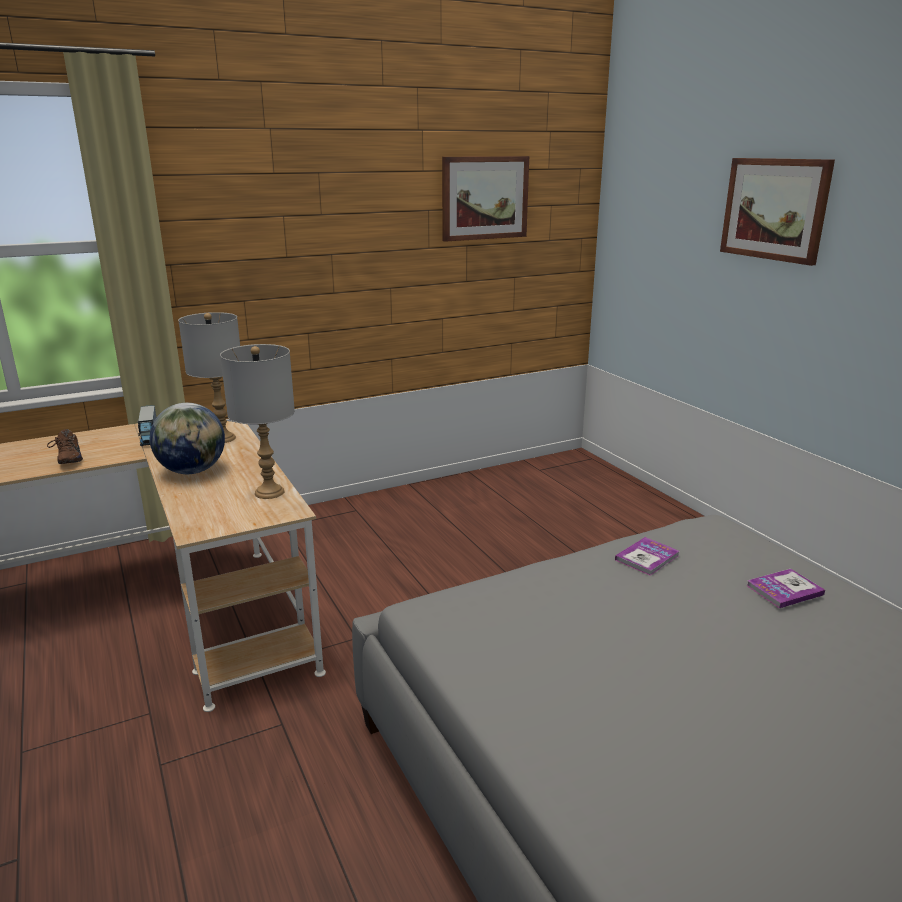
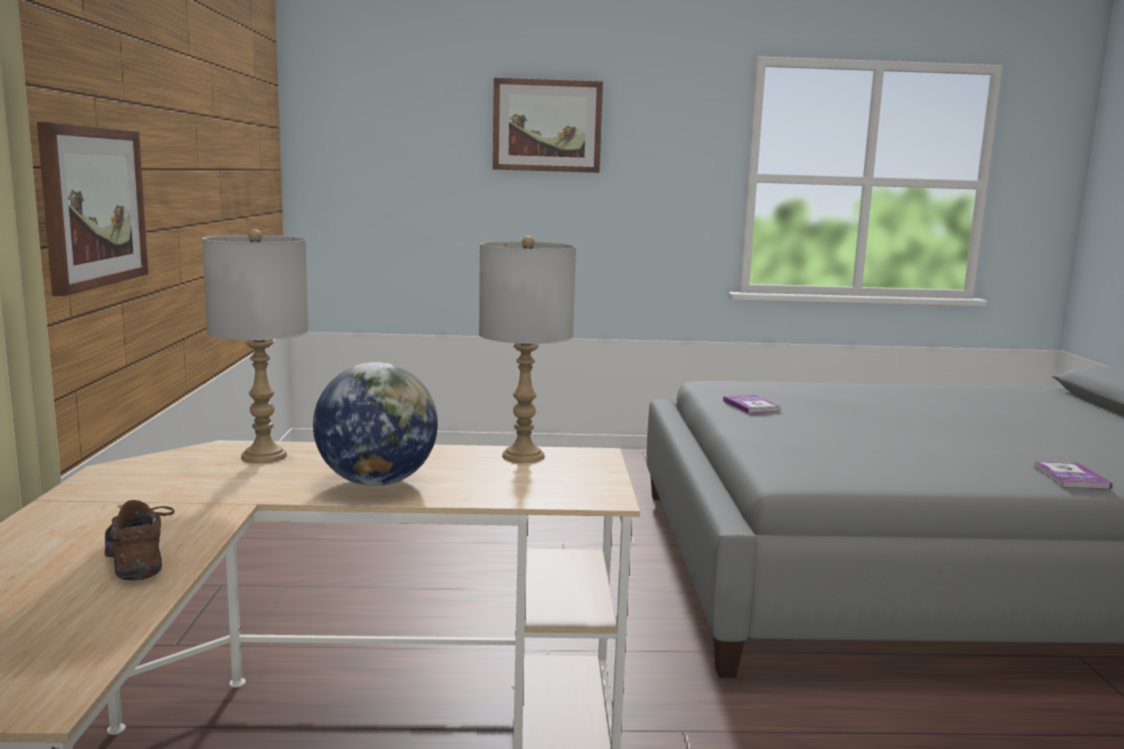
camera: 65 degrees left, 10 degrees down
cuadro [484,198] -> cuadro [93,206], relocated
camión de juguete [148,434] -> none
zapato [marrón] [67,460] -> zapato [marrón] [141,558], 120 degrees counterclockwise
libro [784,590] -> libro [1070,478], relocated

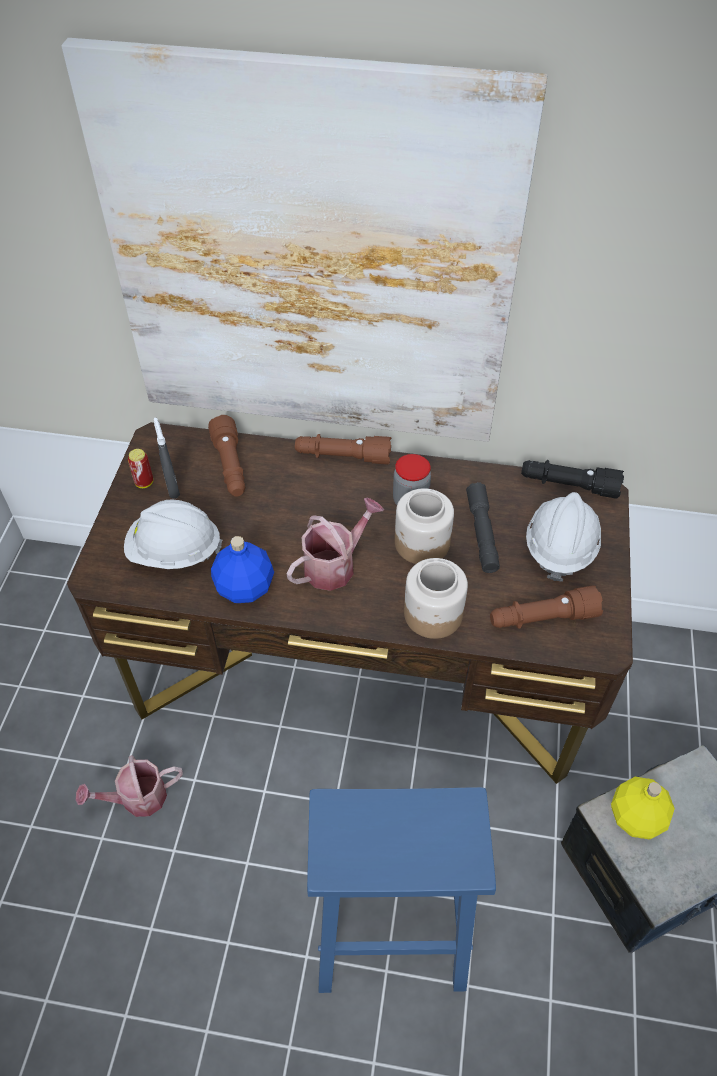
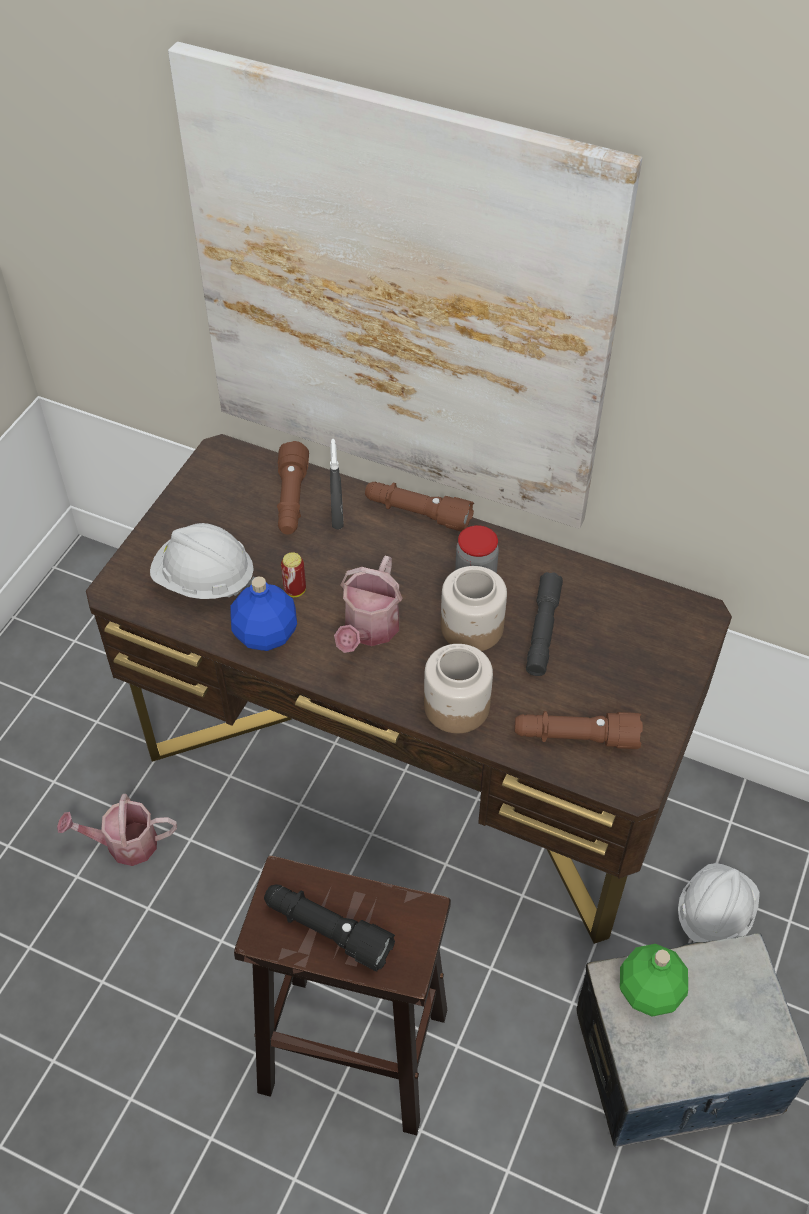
camera: 15 degrees right, 0 degrees up
pulverizador [gris] [172,488] -> pulverizador [gris] [337,517], relocated
lata [144,483] -> lata [295,590], relocated
linterna [negro] [568,485] -> linterna [negro] [327,931], relocated
casco [blanco] [560,547] -> casco [blanco] [714,914], relocated
regadera [335,565] -> regadera [369,630], 135 degrees clockwise
botella [amarillo] [636,818] -> botella [verde] [649,992]
taburete [azul] [387,931] -> taburete [marrón] [350,1051]

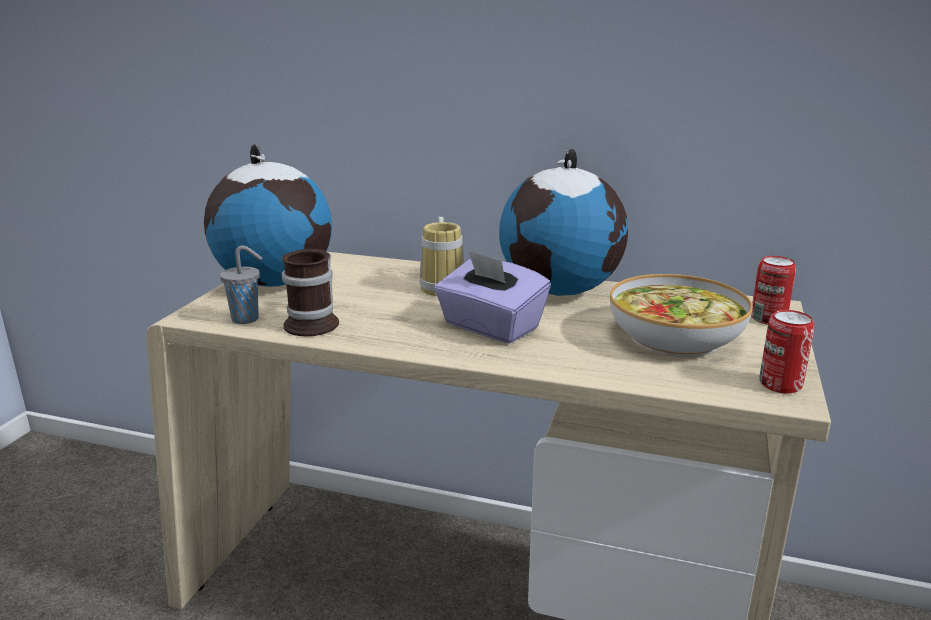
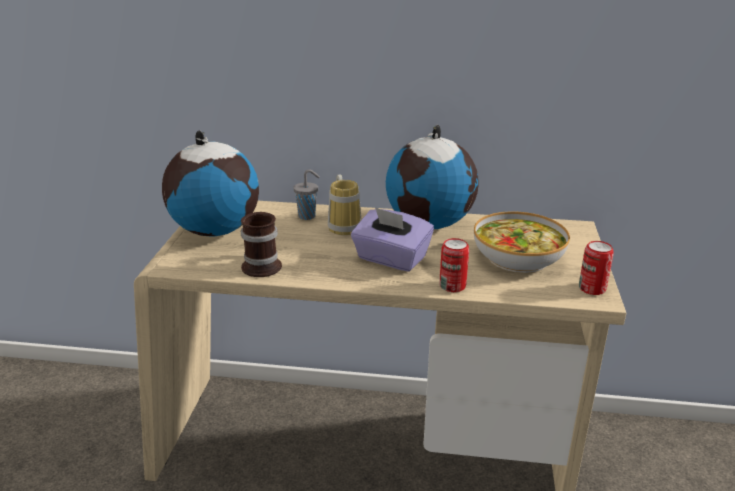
camera: 10 degrees left, 5 degrees up
taza [gris] [247,319] -> taza [gris] [308,216], relocated
lata [768,319] -> lata [452,286], relocated

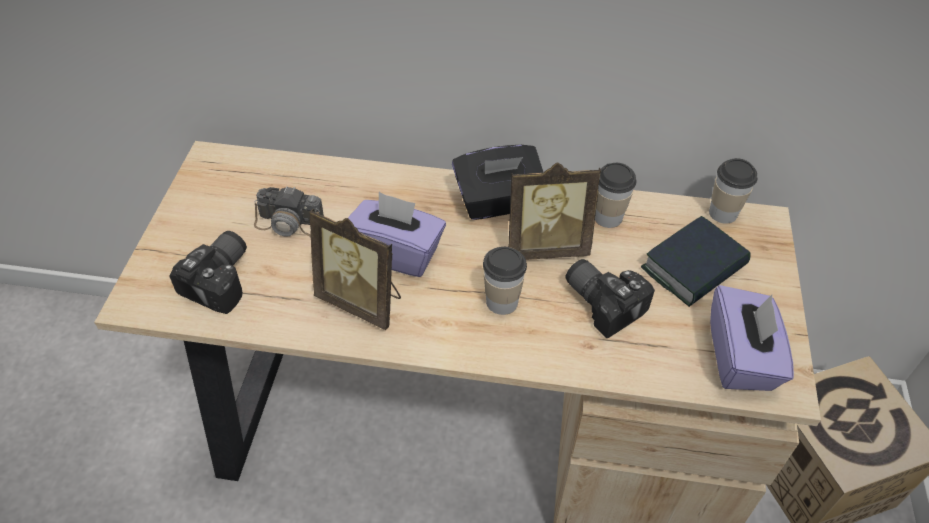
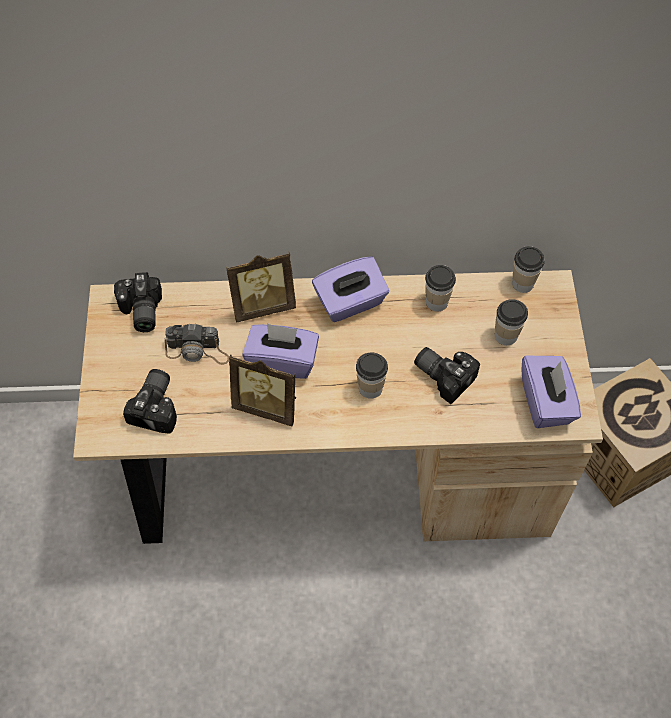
camera: 10 degrees left, 10 degrees up
caja de pañuelos [negro] [498,202] -> caja de pañuelos [morado] [350,302]
portarretratos [545,246] -> portarretratos [262,305], relocated
libro [694,268] -> taza [506,335]
none -> cámara [140,312]

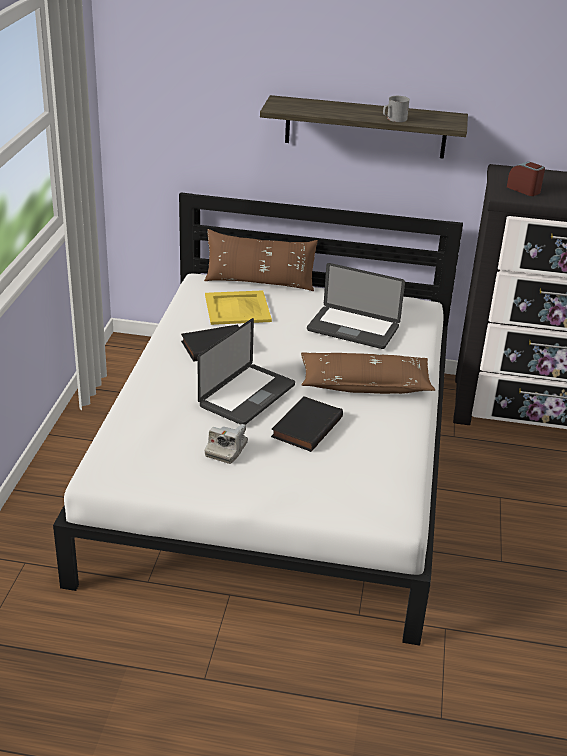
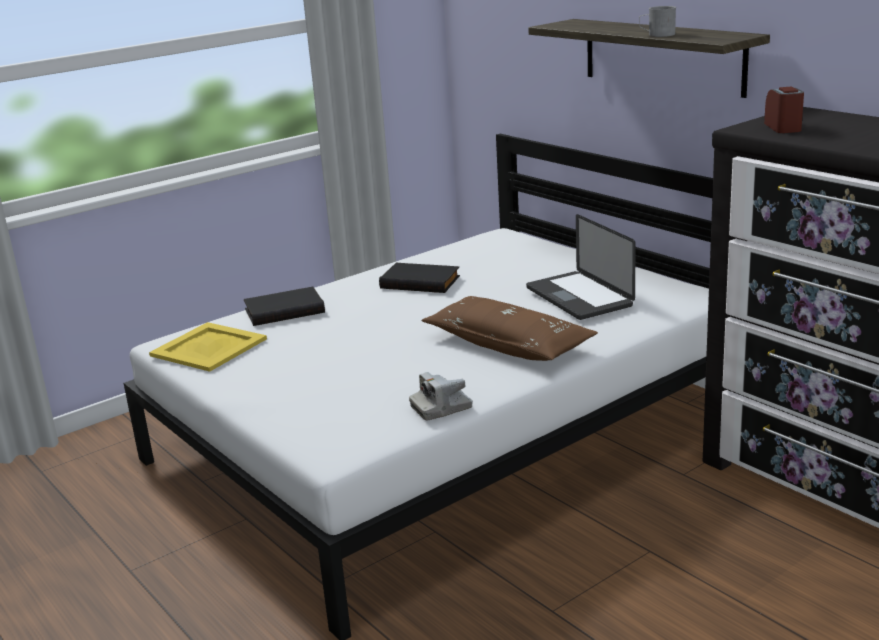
camera: 45 degrees right, 10 degrees down
cojín [marrón] [259,283] -> none
bandeja [amarillo] [238,308] -> bandeja [amarillo] [208,348], relocated
portátil [247,396] -> none
libro [negro] [305,426] -> libro [negro] [284,310], relocated
cámara [226,450] -> cámara [441,408], relocated

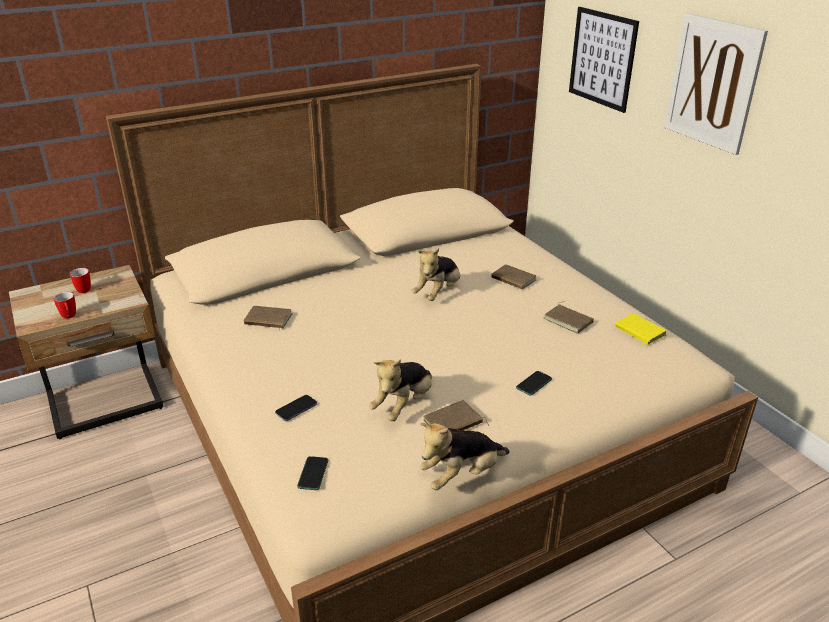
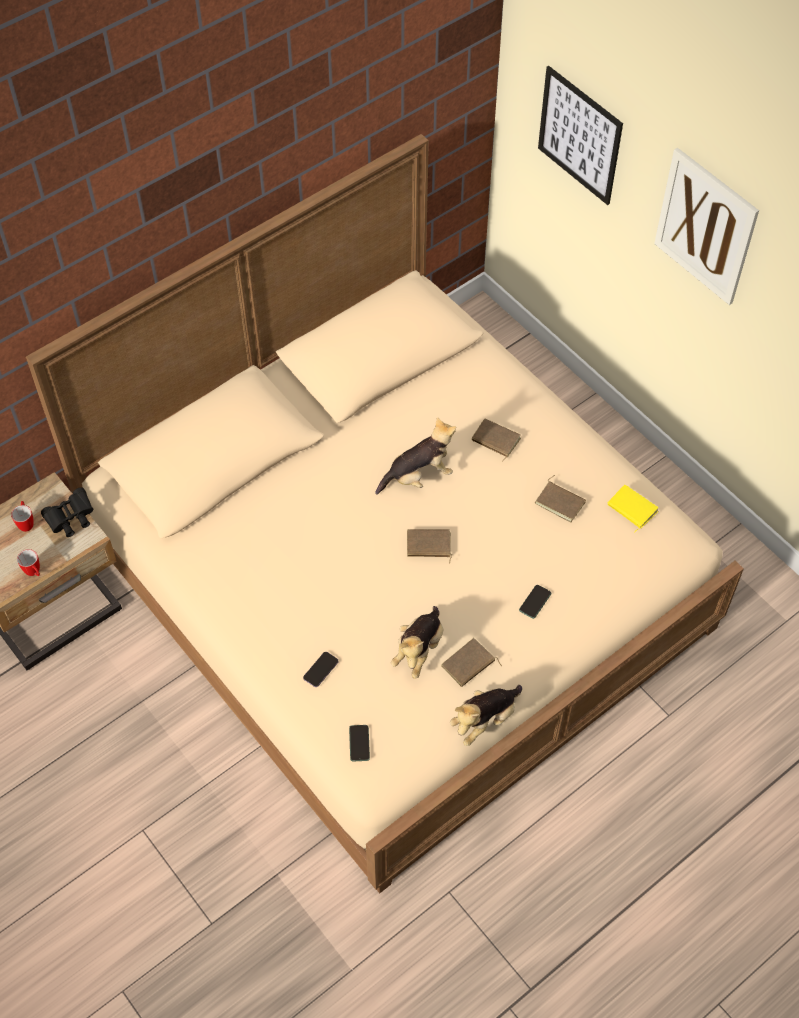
camera: 10 degrees left, 25 degrees up
peluche [438,293] -> peluche [419,476], 135 degrees counterclockwise
libro [marrón] [267,320] -> libro [marrón] [428,546], relocated
none -> prismáticos [negro] [71,519]

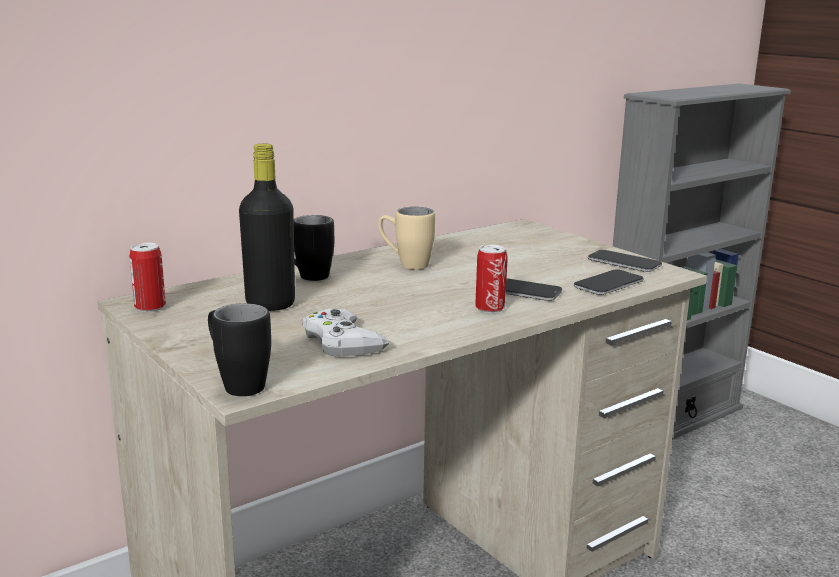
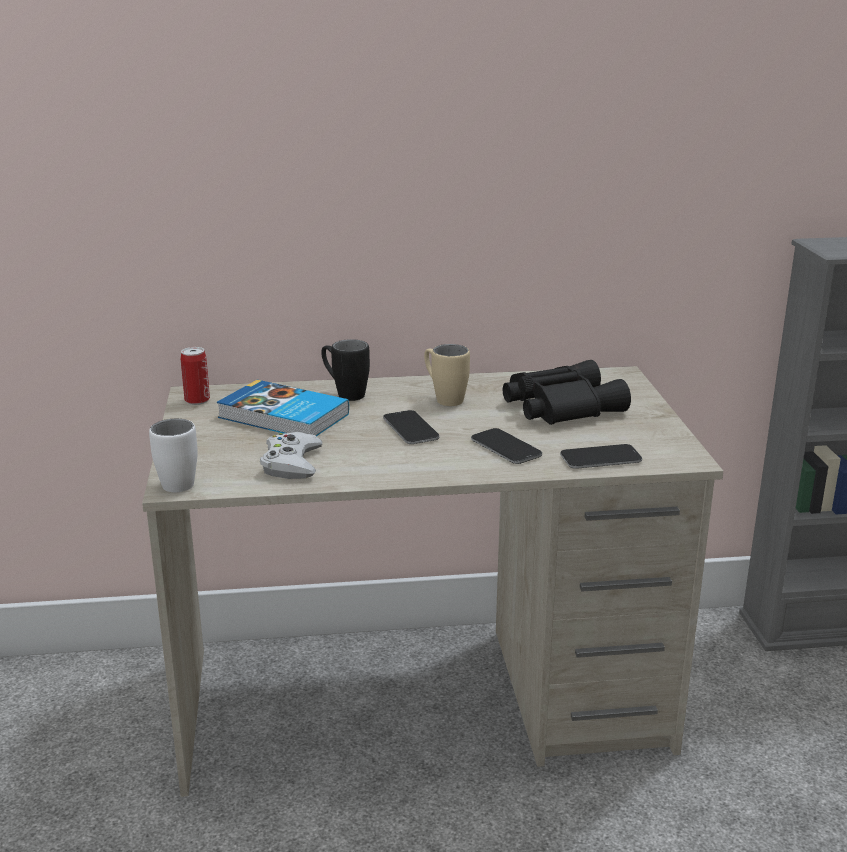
camera: 30 degrees right, 5 degrees up
botella [negro] [270,304] -> libro [283,417]
lata [490,308] -> none
móvil [624,262] -> móvil [410,429], relocated
taza grande [negro] [236,383] -> taza grande [blanco] [177,480]
none -> prismáticos [negro] [559,406]

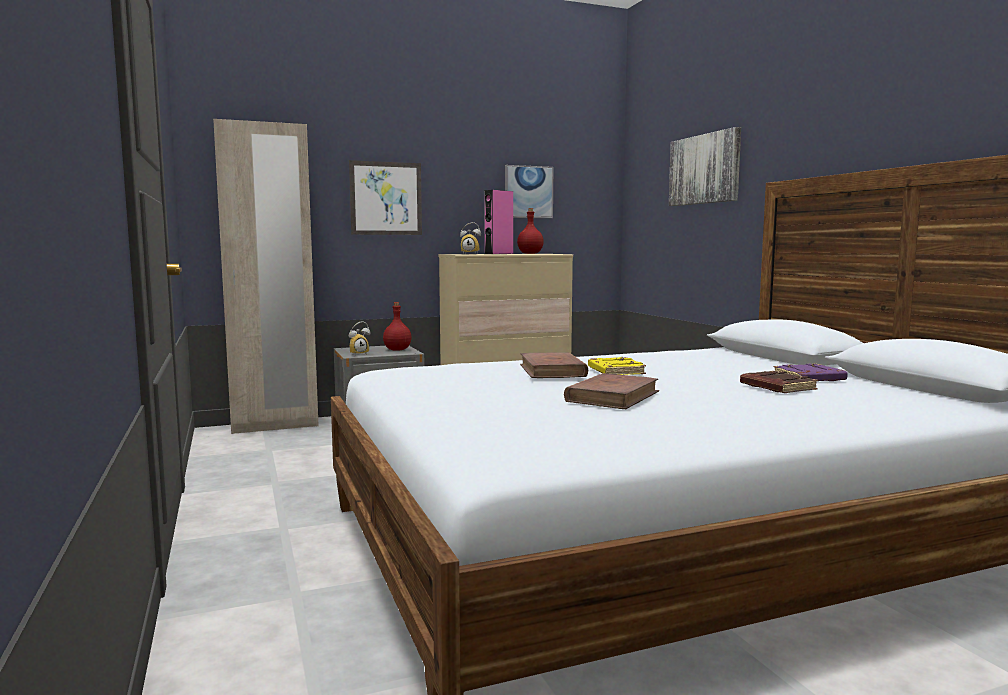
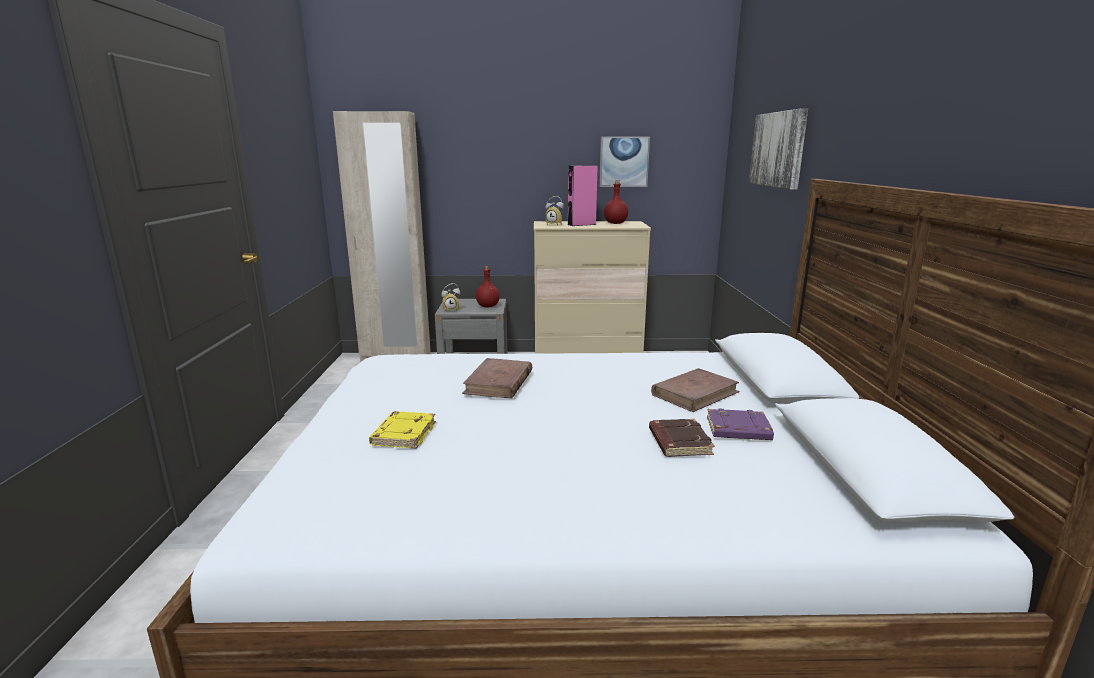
camera: 20 degrees right, 10 degrees up
cuadro [386,198] -> none
libro [amarillo] [615,371] -> libro [amarillo] [403,434], relocated
libro [marrón] [612,397] -> libro [marrón] [695,393], relocated

